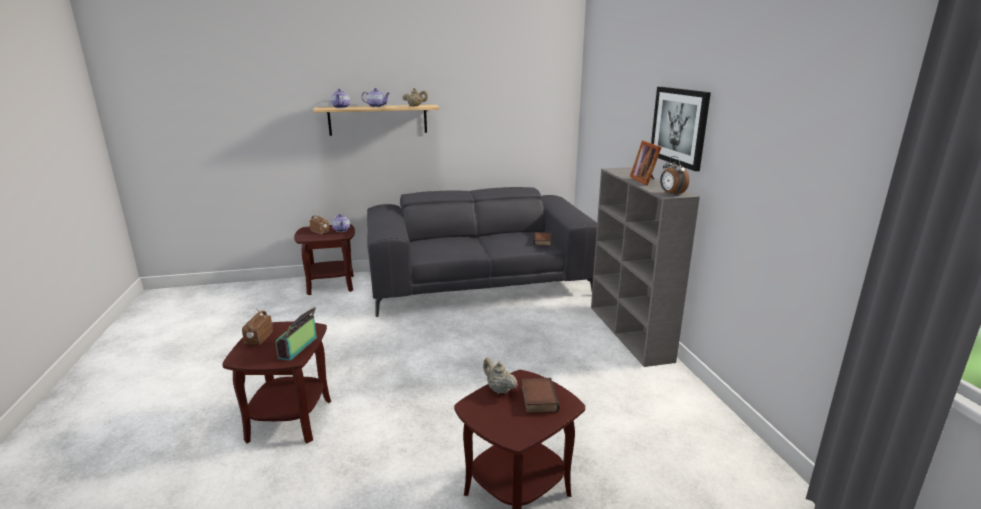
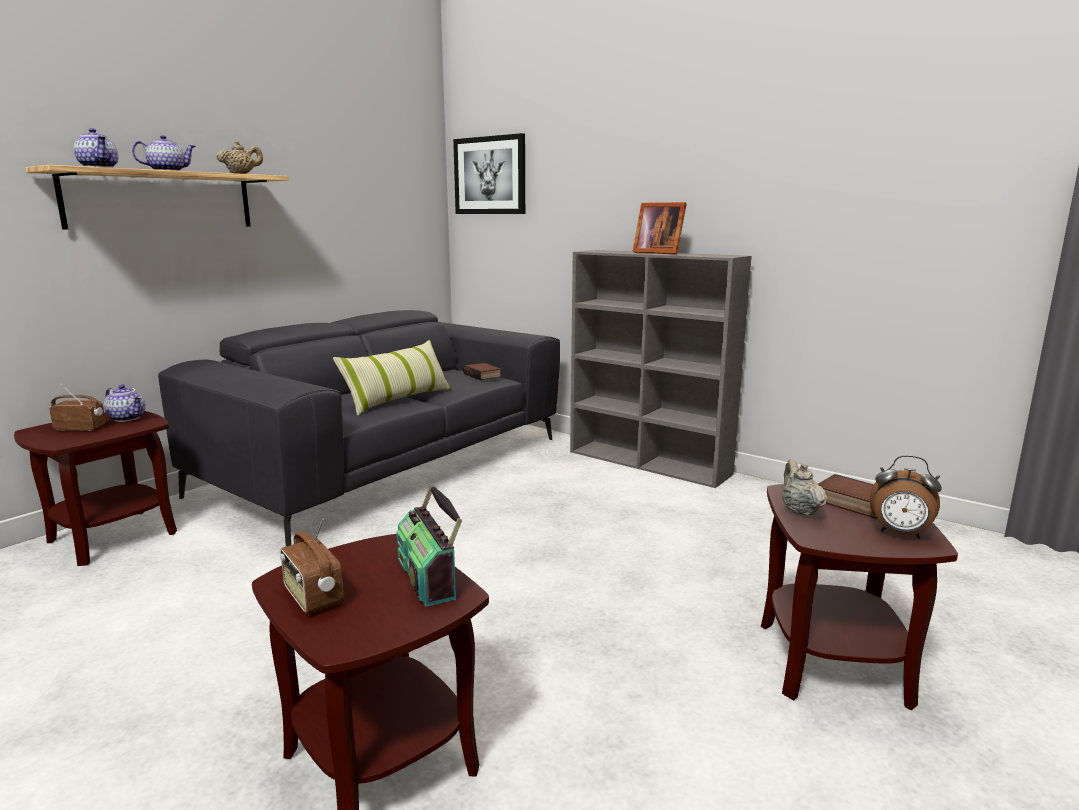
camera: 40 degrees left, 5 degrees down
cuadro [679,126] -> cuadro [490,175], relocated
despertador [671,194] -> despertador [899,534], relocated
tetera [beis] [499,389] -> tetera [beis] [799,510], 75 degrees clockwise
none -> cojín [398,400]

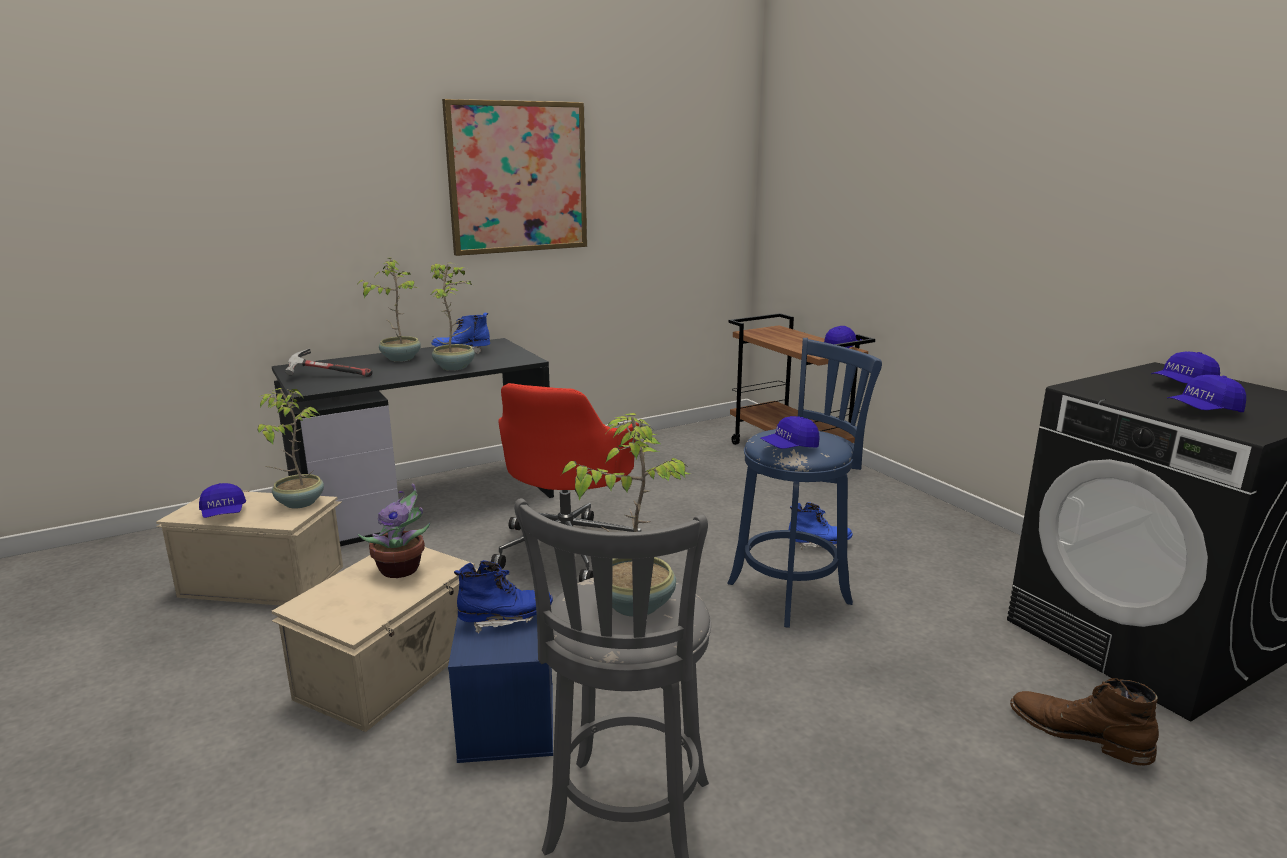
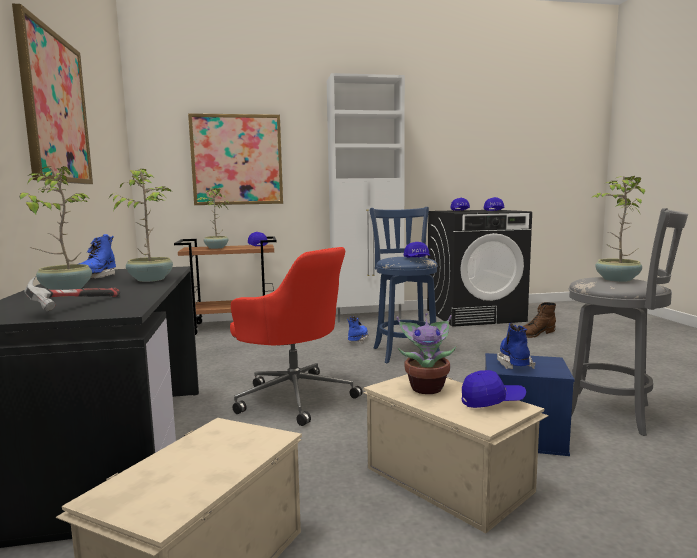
camera: 70 degrees left, 10 degrees down
planta en maceta [298,503] -> planta en maceta [216,248], relocated
gorra [azul] [223,513] -> gorra [azul] [492,401], relocated
none -> armario [blanco] [368,317]
none -> cuadro [237,160]

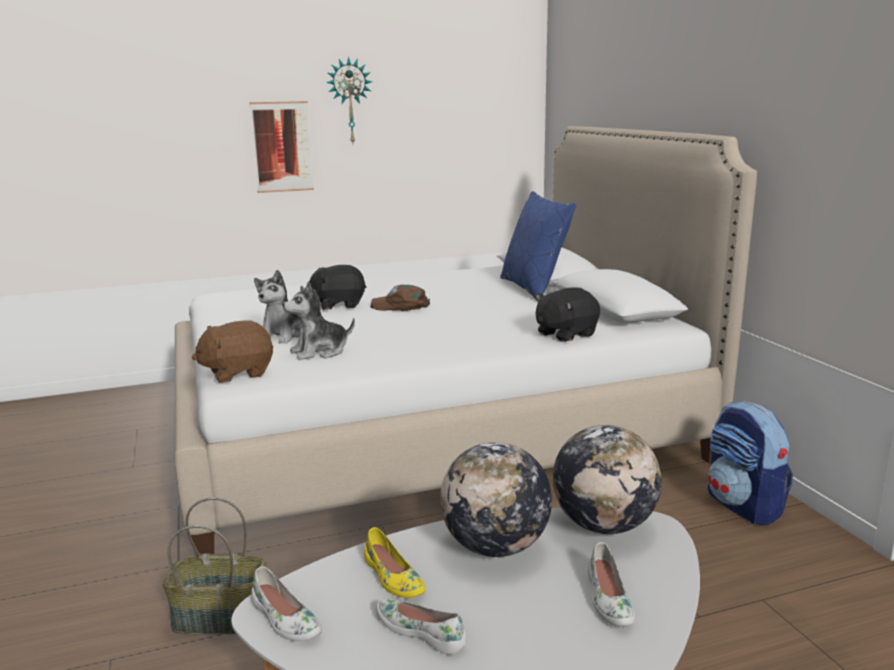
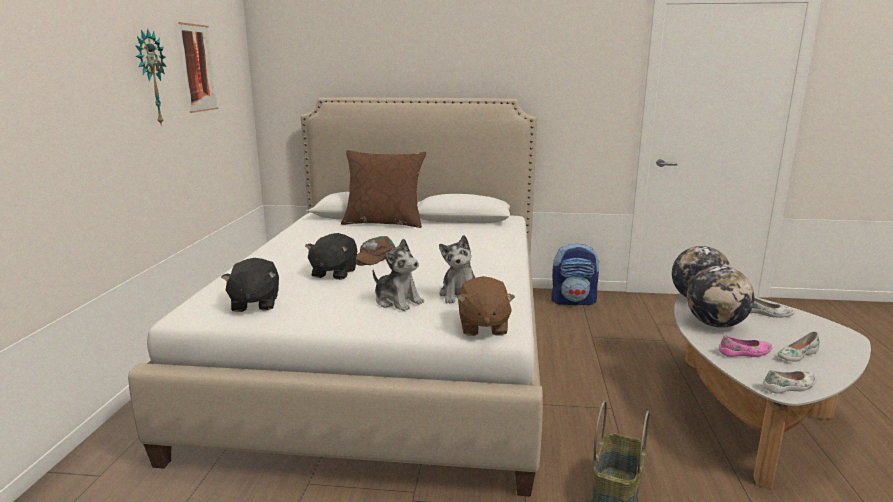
camera: 65 degrees left, 0 degrees up
cuadro [282,147] -> cuadro [198,68], relocated
cojín [azul] [534,288] -> cojín [marrón] [384,223]
peluche [negro] [565,334] -> peluche [negro] [254,304], relocated
zapato [amarillo] [392,577] -> zapato [rosa] [745,353]

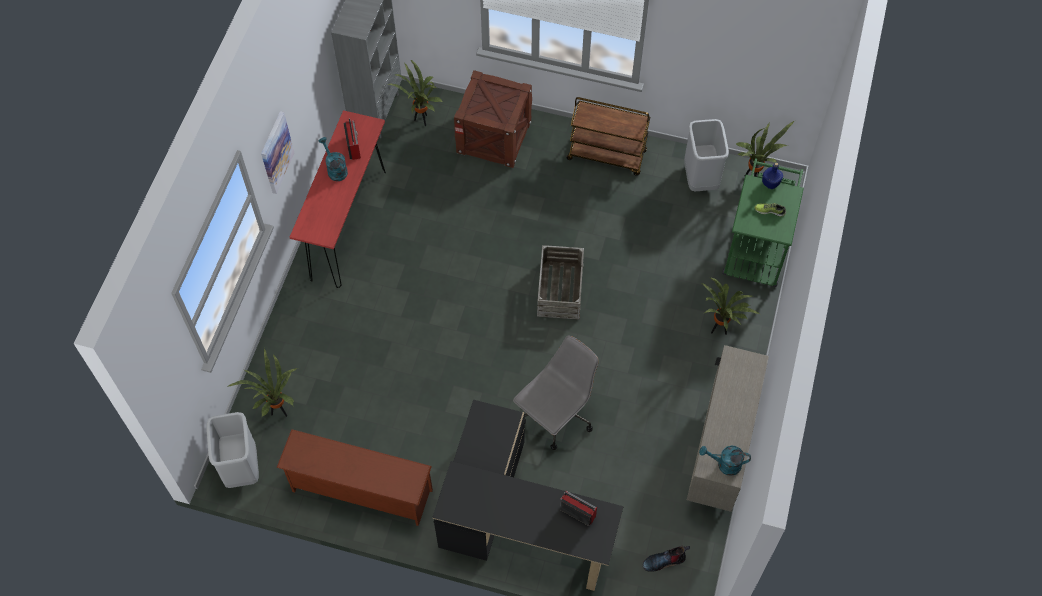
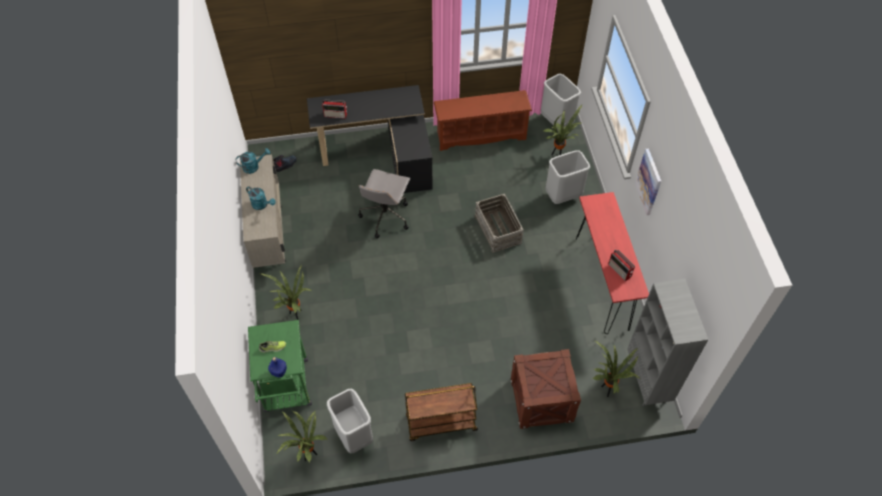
camera: 155 degrees right, 5 degrees down
regadera [turquesa] [335,169] -> regadera [turquesa] [262,205], relocated
caja de embalaje [559,290] -> caja de embalaje [498,229], relocated
none -> papelera [gris] [563,196]

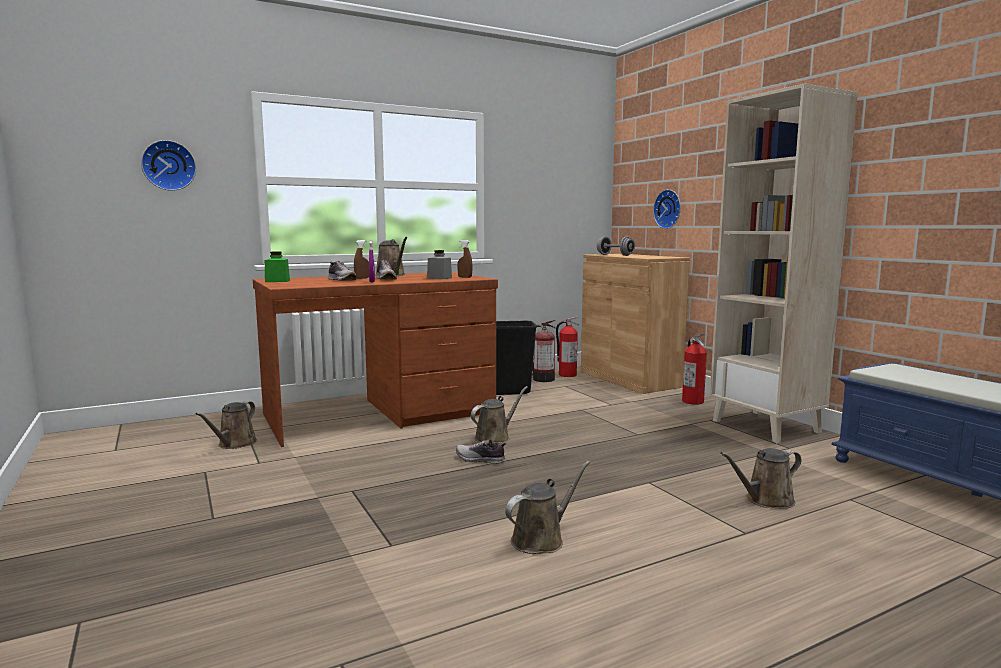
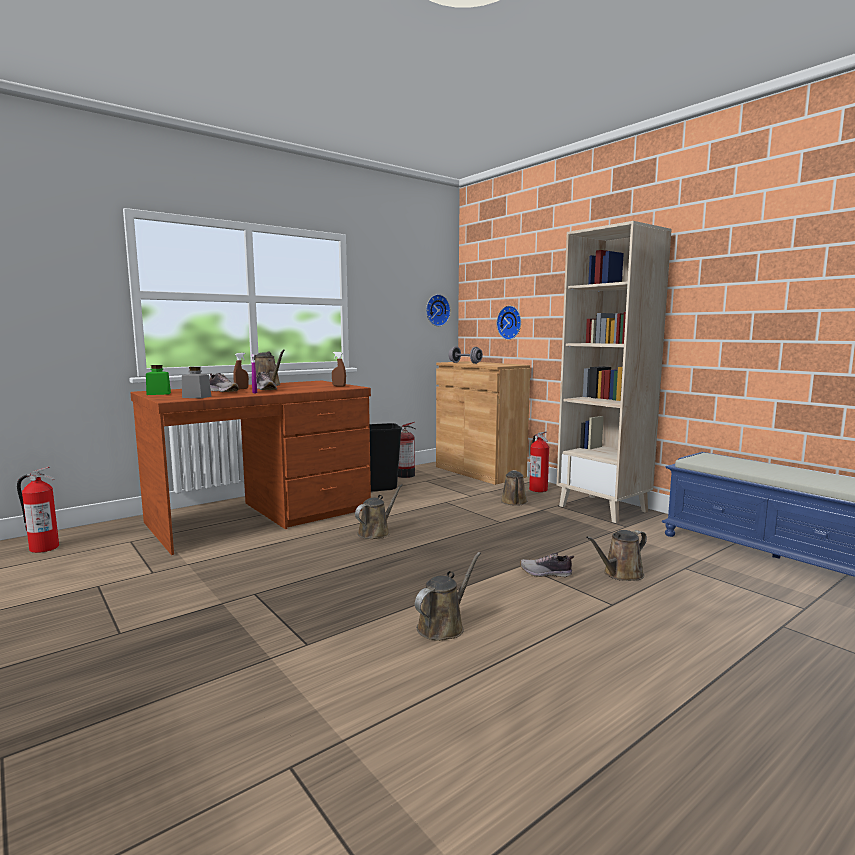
camera: 10 degrees left, 0 degrees up
reloj de pared [169,165] -> reloj de pared [436,310], relocated
tarro [gris] [439,278] -> tarro [gris] [196,397], relocated
extintor [567,375] -> extintor [44,548], relocated
regadera [marrón] [235,444] -> regadera [marrón] [514,502], relocated
zapato [480,460] -> zapato [546,573], relocated

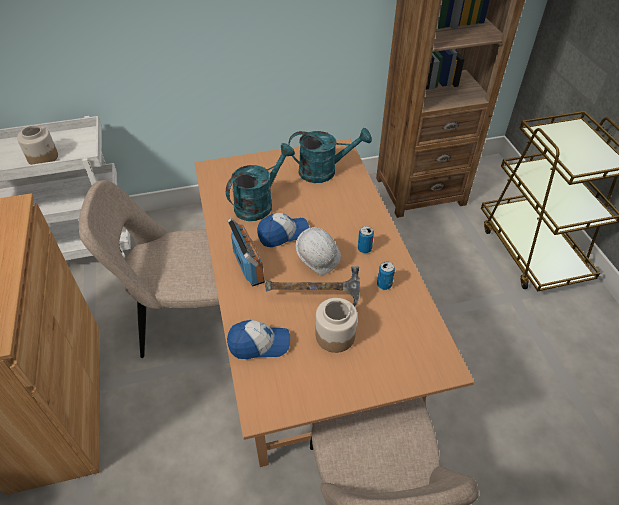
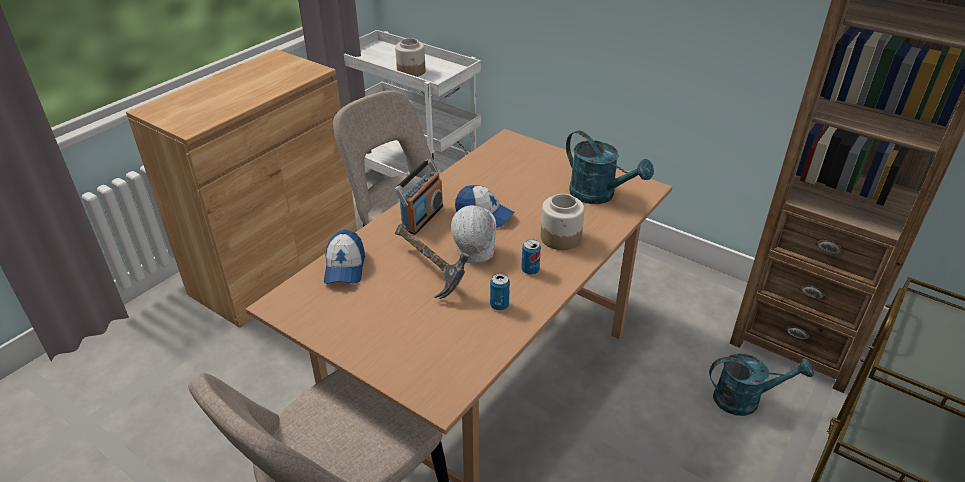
camera: 50 degrees right, 10 degrees down
regadera [turquesa] [259,203] -> regadera [turquesa] [745,399], relocated
tarro [335,335] -> tarro [561,237], relocated
gorra [259,344] -> gorra [345,267], 45 degrees clockwise

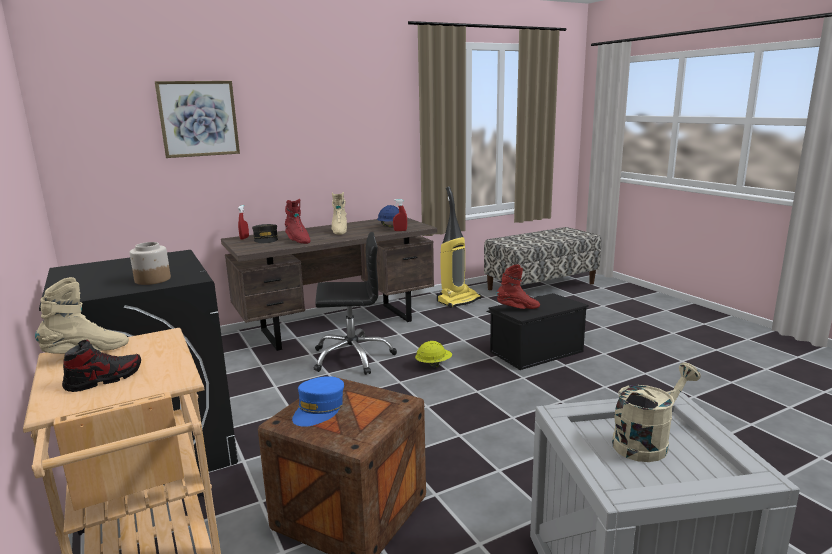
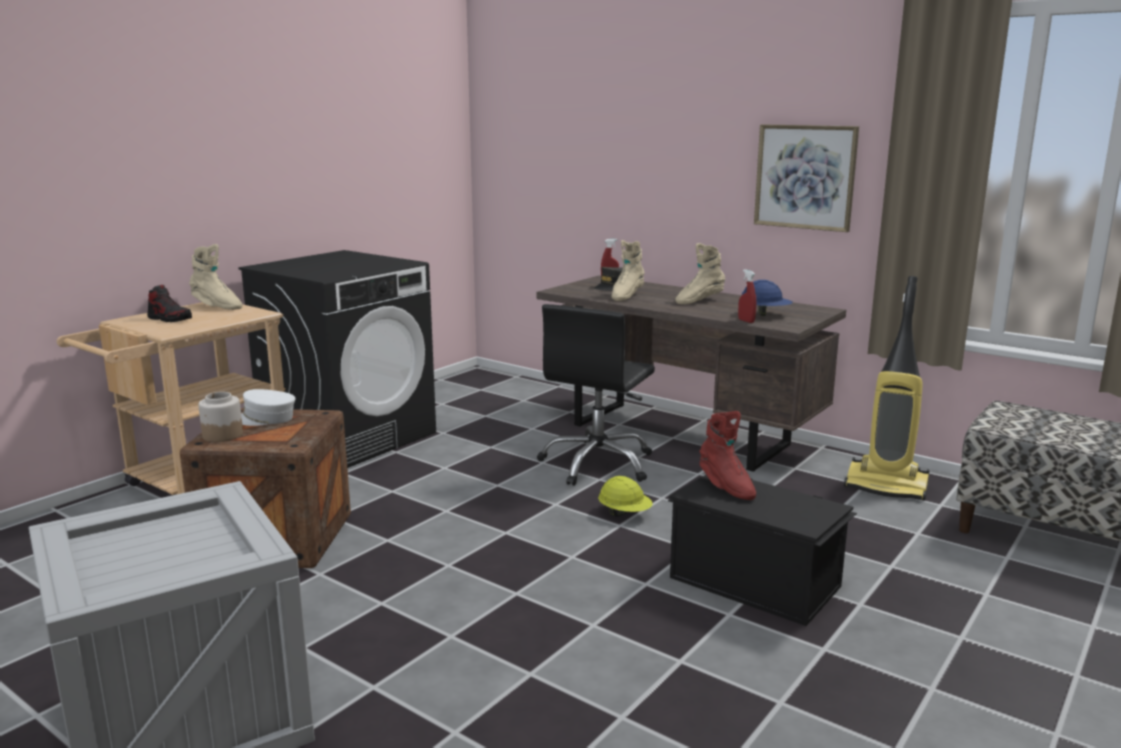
camera: 65 degrees right, 0 degrees up
cuadro [198,119] -> cuadro [805,177], relocated
bota [rojo] [297,240] -> bota [beis] [626,296]
silla de oficina [negro] [352,357] -> silla de oficina [negro] [598,464], 60 degrees clockwise
tarro [152,280] -> tarro [222,435], relocated
regadera [beis] [646,442] -> none
gorra [azul] [319,410] -> gorra [blanco] [264,419]

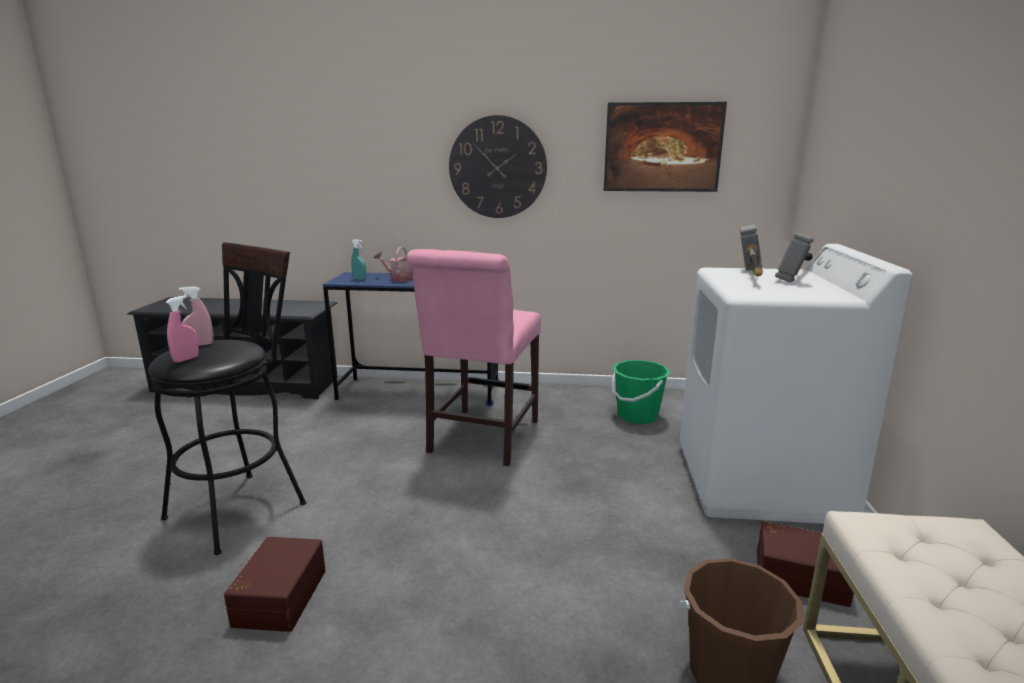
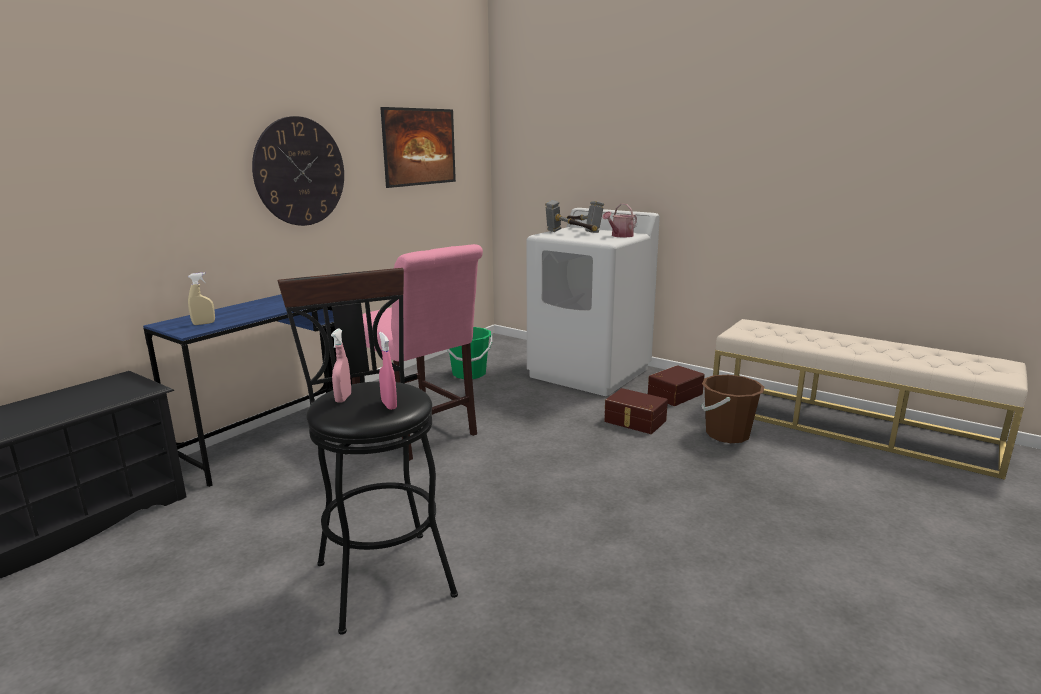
camera: 60 degrees left, 0 degrees up
pulverizador [turquesa] [359,279] -> pulverizador [beis] [204,323]
regadera [399,279] -> regadera [620,236], relocated
caja de almacenaje [marrón] [278,597] -> caja de almacenaje [marrón] [634,421], relocated

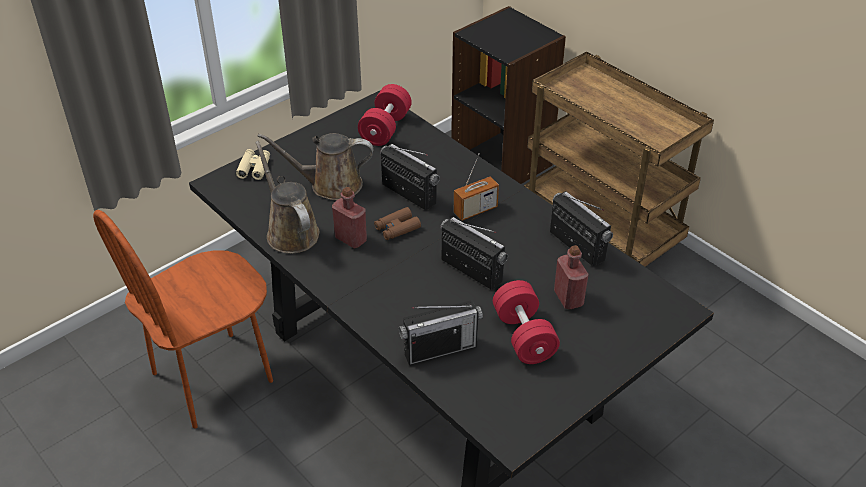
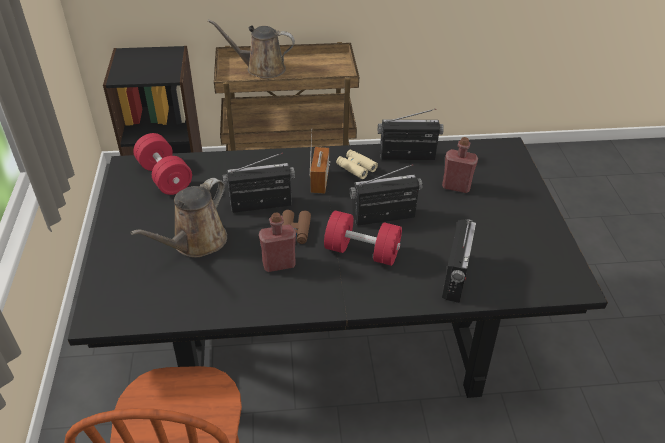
camera: 55 degrees left, 0 degrees up
regadera [marrón] [290,231] -> regadera [marrón] [261,69], relocated
prismáticos [beis] [254,168] -> prismáticos [beis] [356,167], relocated
mancuerna [rojo] [524,336] -> mancuerna [rojo] [362,251], relocated

